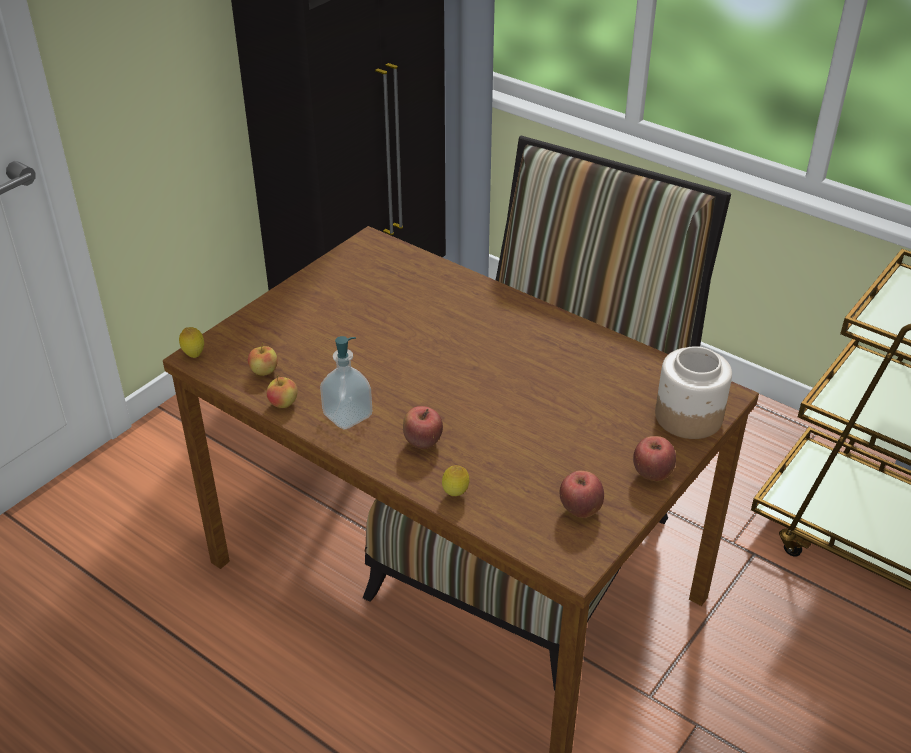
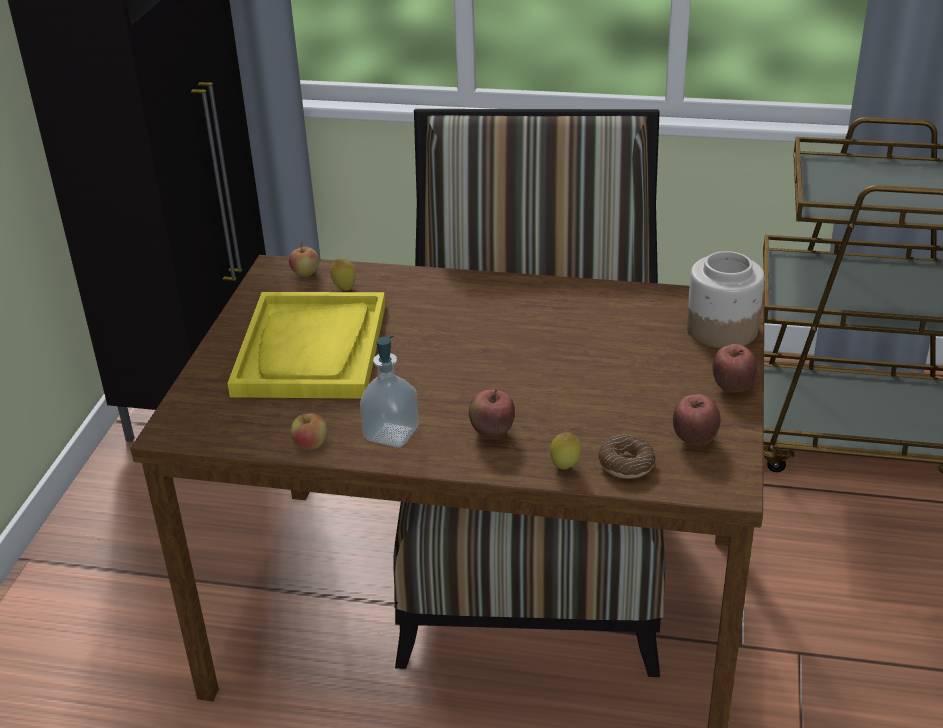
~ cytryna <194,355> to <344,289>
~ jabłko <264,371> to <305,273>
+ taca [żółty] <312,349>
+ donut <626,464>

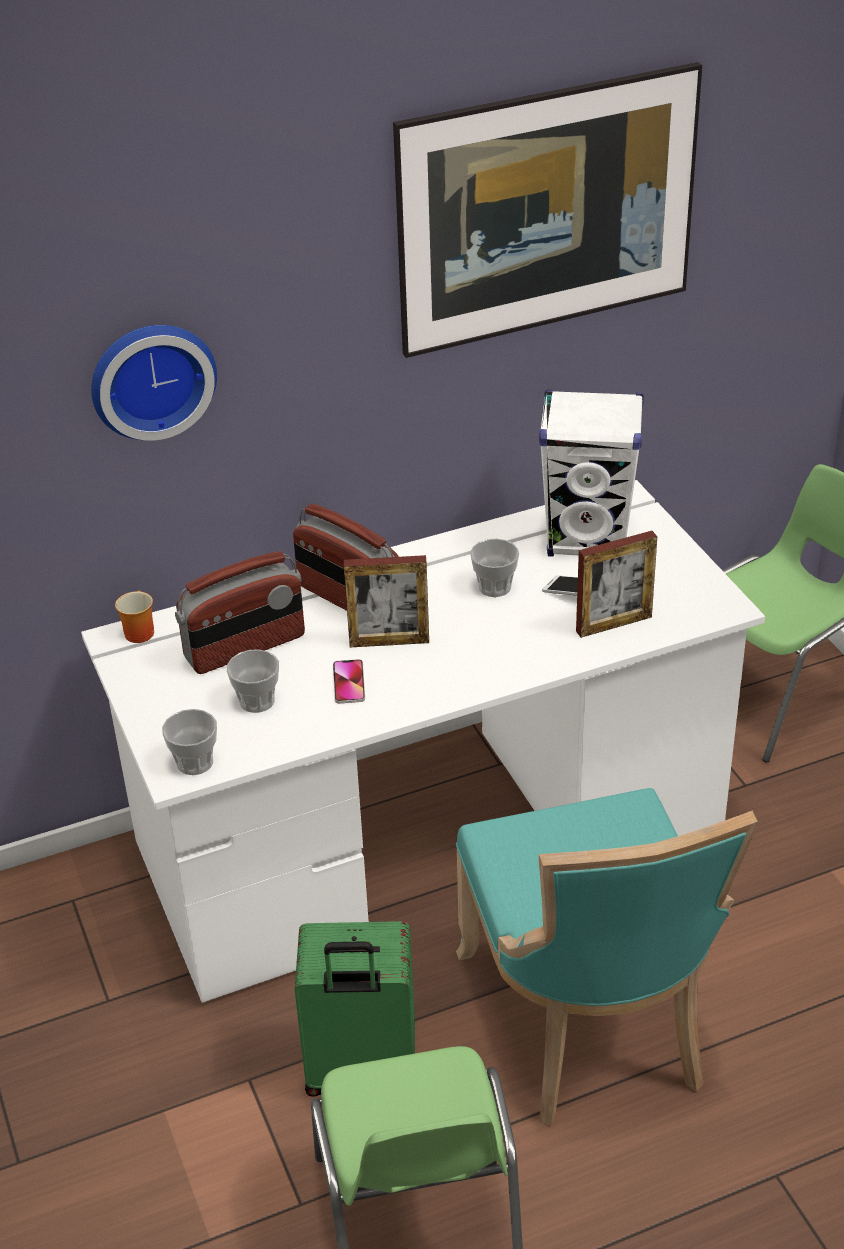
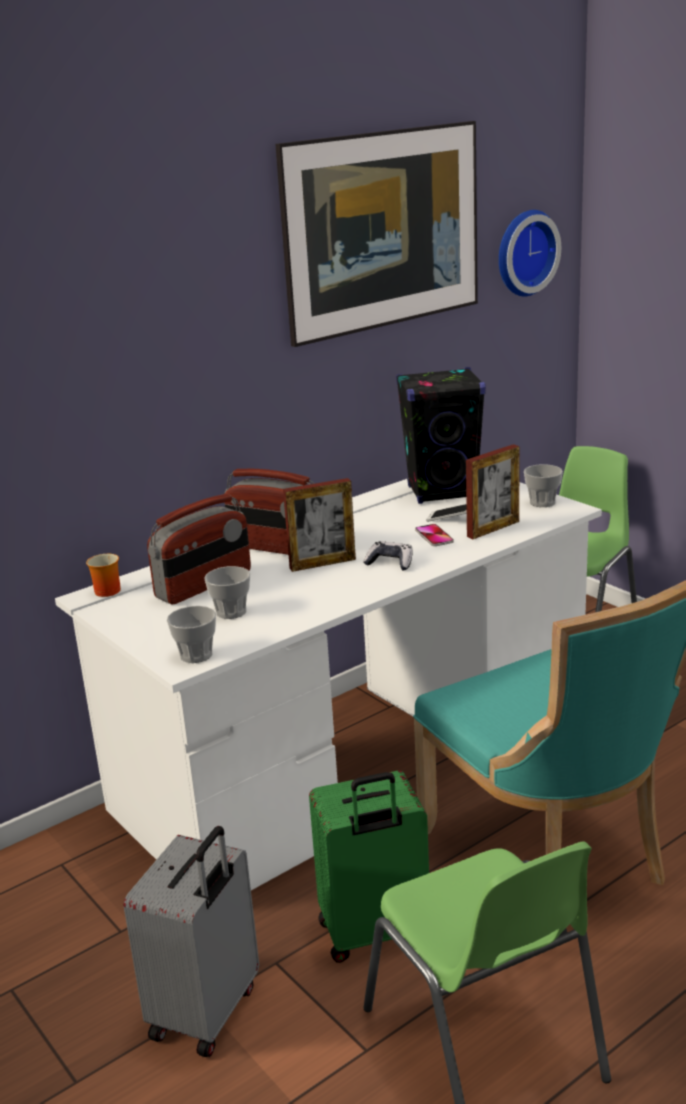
~ zegar ścienny <151,377> to <523,252>
~ głośnik [biały] <588,539> to głośnik [czarny] <442,492>
~ filiżanka <494,587> to <542,502>
~ telefon <349,682> to <434,536>
+ pad do gier <390,563>
+ walizka [szary] <207,1012>

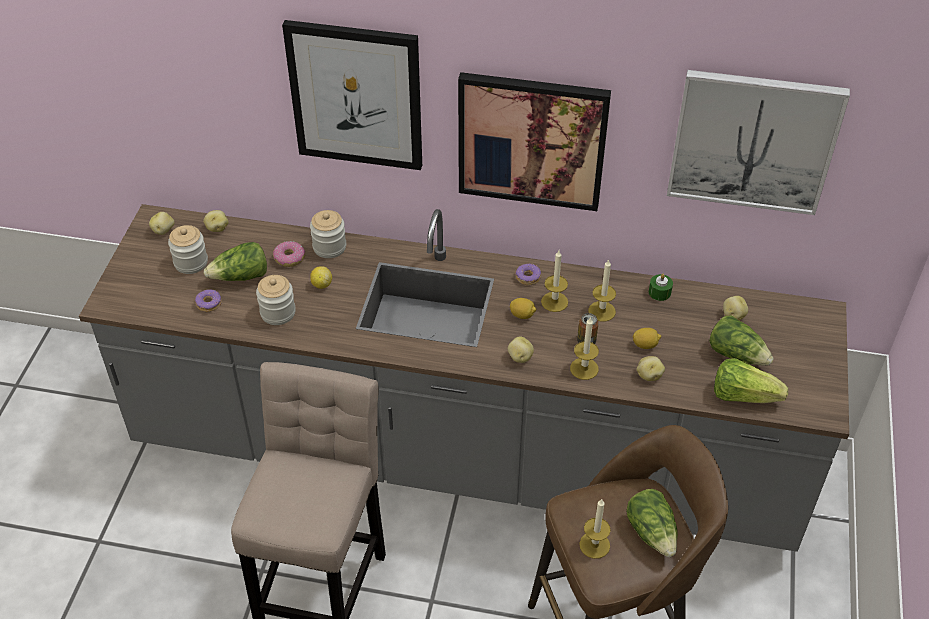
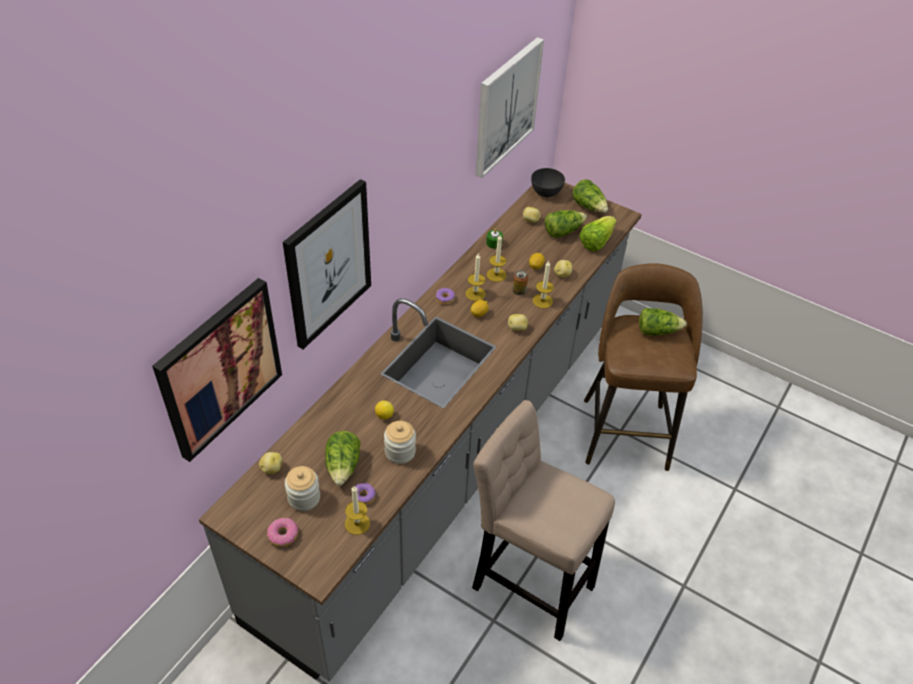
~ obraz <532,140> to <219,368>
- słoik <329,247>
- ziemniak <163,230>
~ donut <289,258> to <283,535>
~ świeca <594,545> to <357,523>
+ miska [szary] <546,192>
+ sałata <589,206>

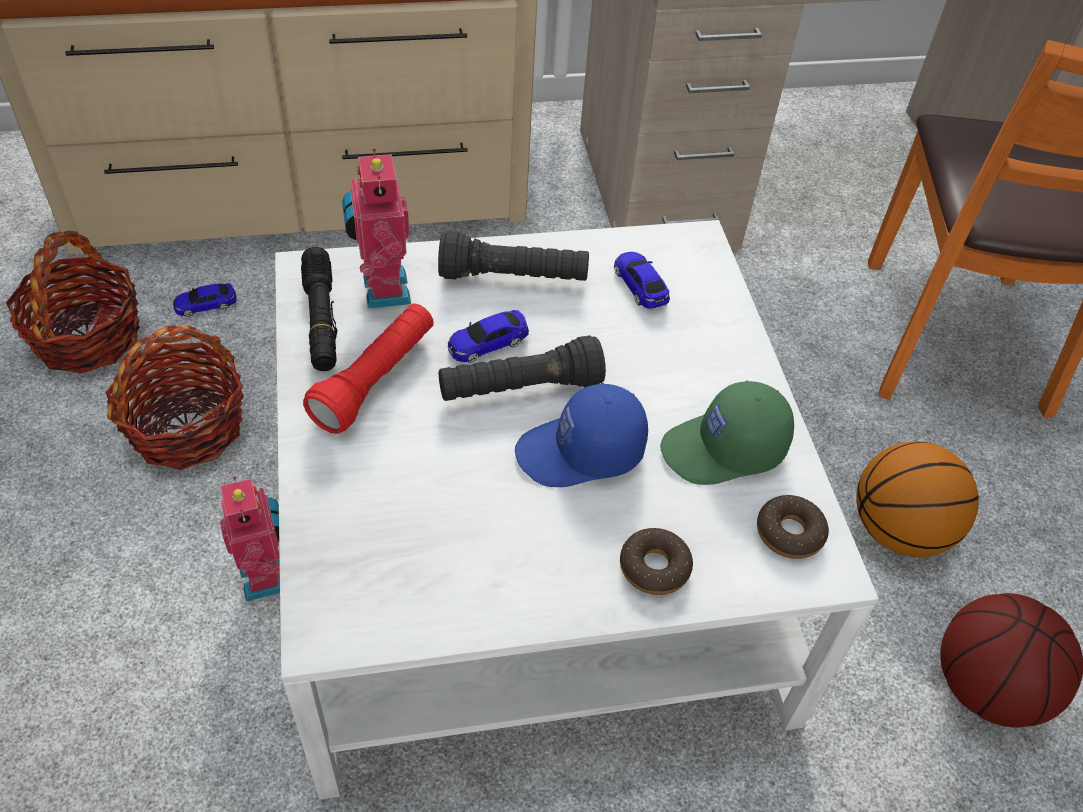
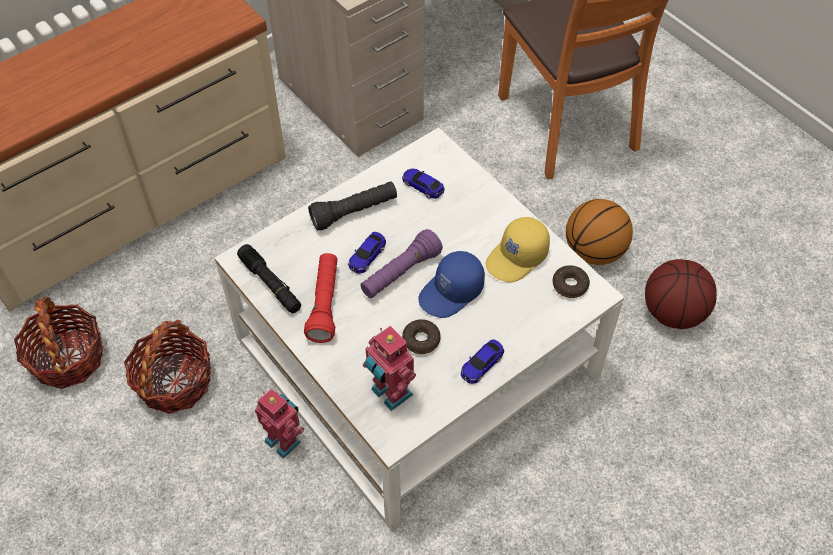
~ robot zabawkowy <382,290> to <389,393>
~ samochodzik <206,305> to <481,365>
~ latarka [czarny] <520,389> to latarka [fioletowy] <400,273>
~ czapka z daszkiem [zielony] <724,450> to czapka z daszkiem [żółty] <517,258>
~ donut <654,567> to <421,340>

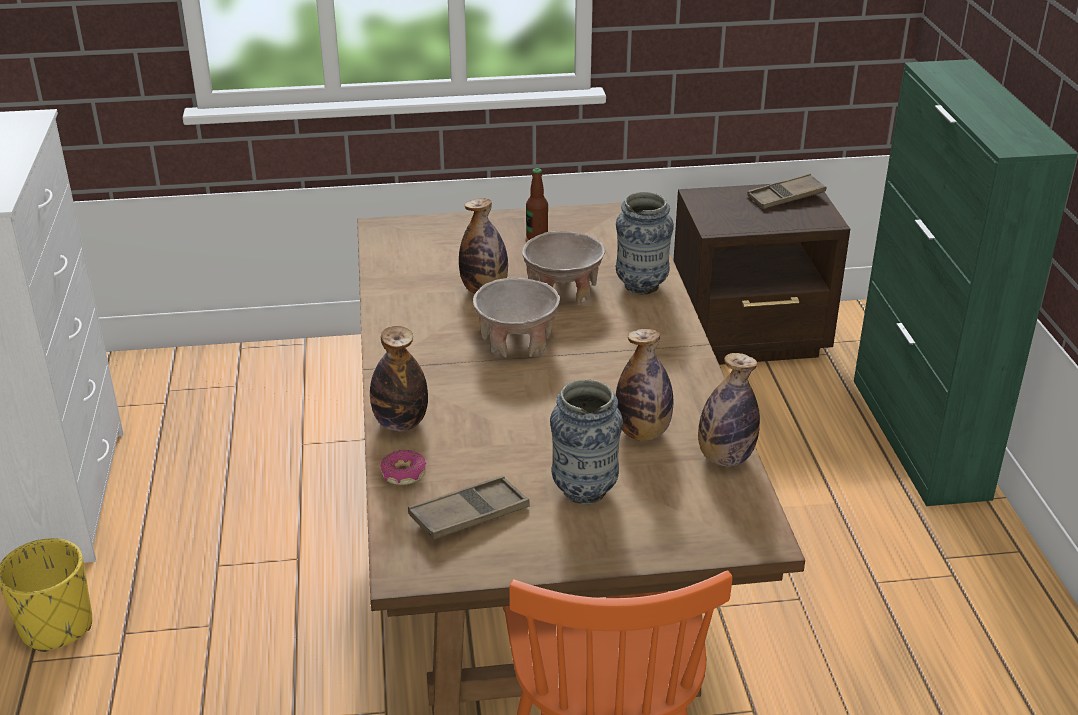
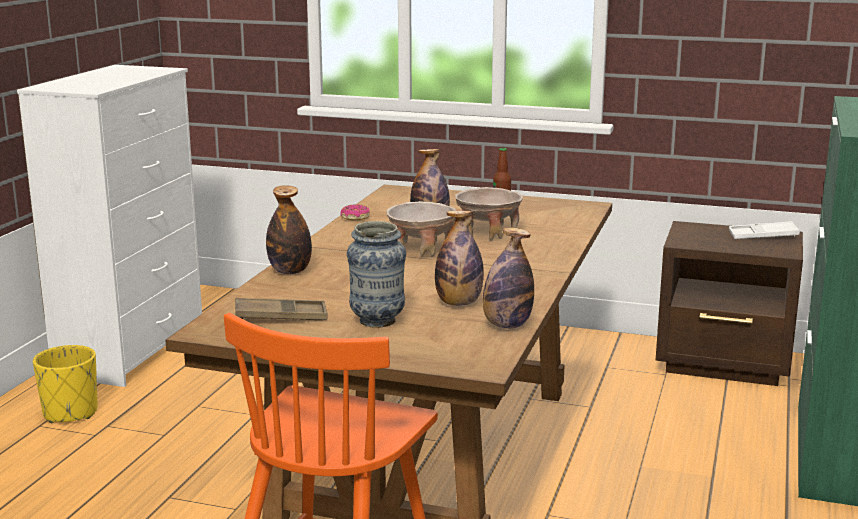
~ taca [brązowy] <786,197> to taca [biały] <763,236>
- wazon <641,286>
~ donut <403,474> to <355,218>

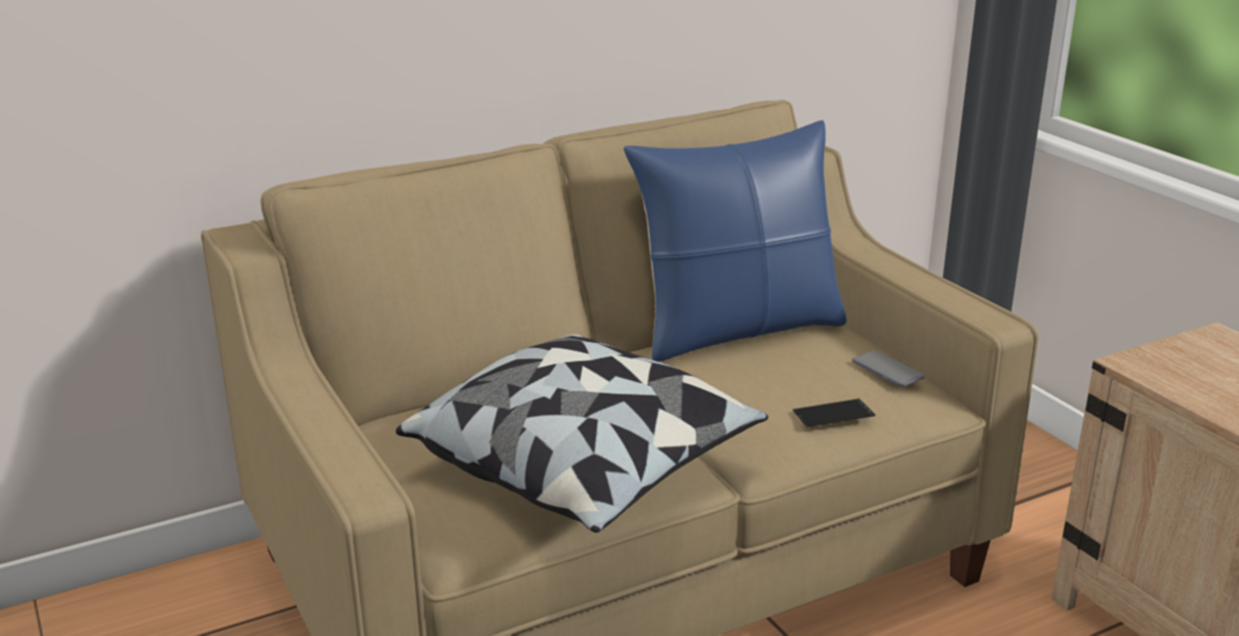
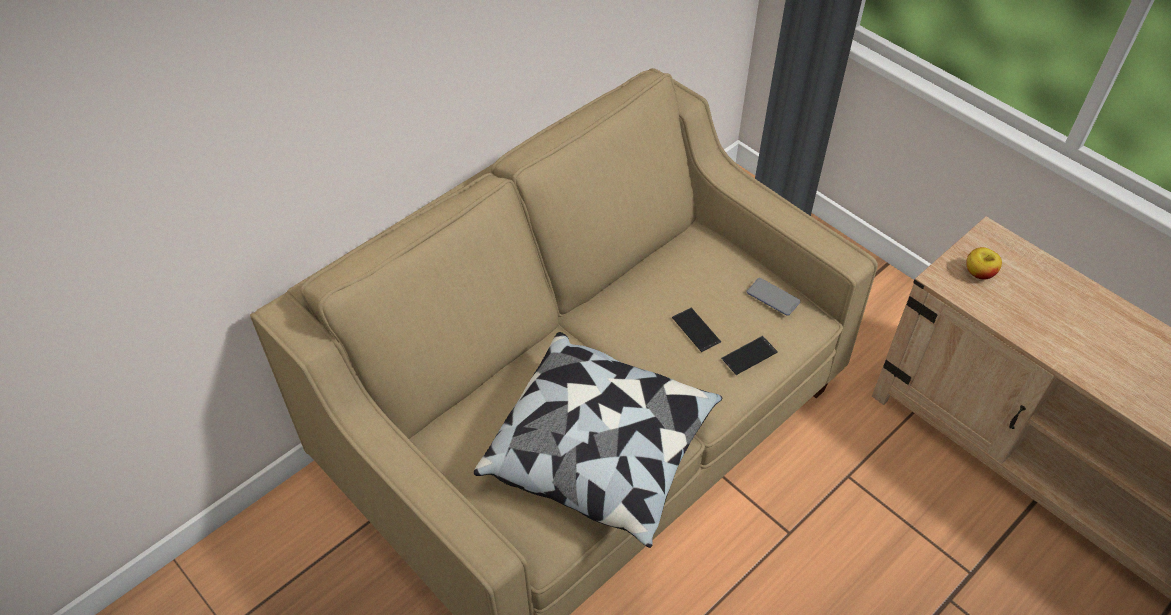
- poduszka [niebieski] <737,330>
+ jabłko <979,273>
+ telefon <696,330>

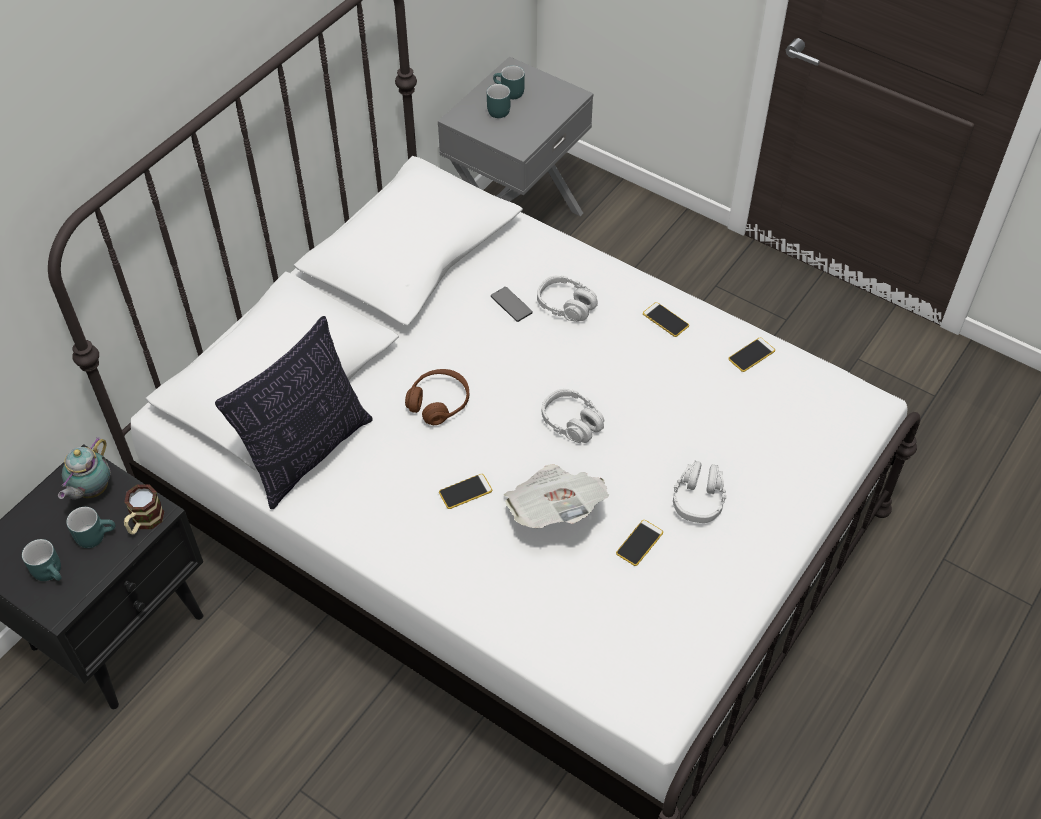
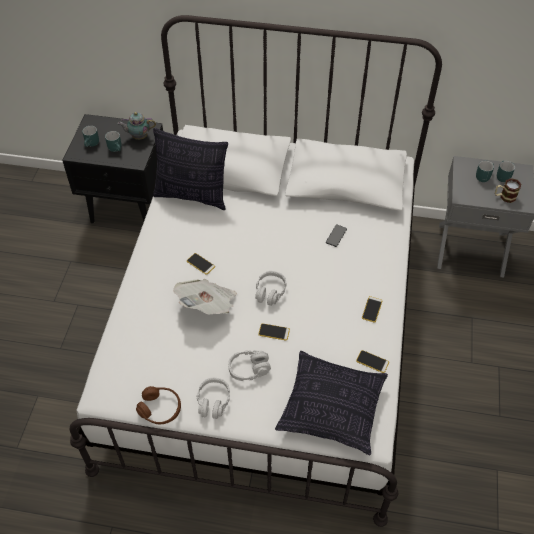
~ słuchawki [szary] <566,305> to <213,401>
~ słuchawki [brązowy] <439,403> to <160,409>
~ kubek <144,522> to <504,197>
~ telefon <639,543> to <274,332>
+ poduszka <332,409>

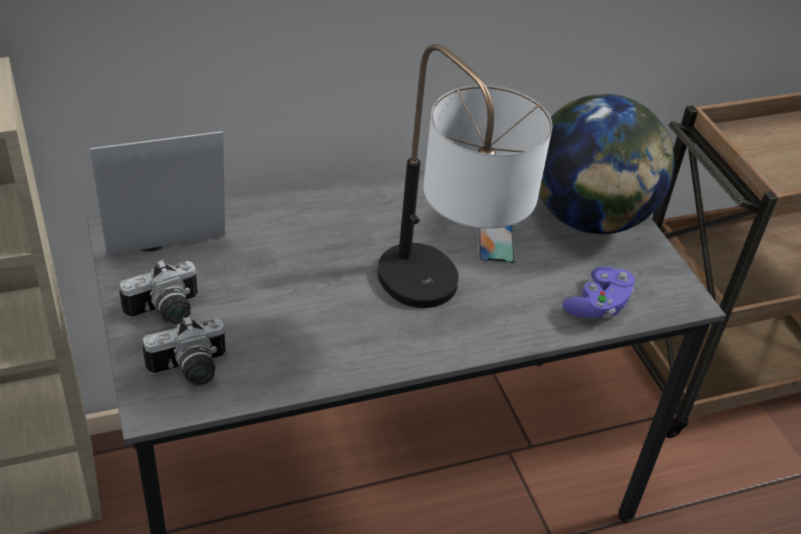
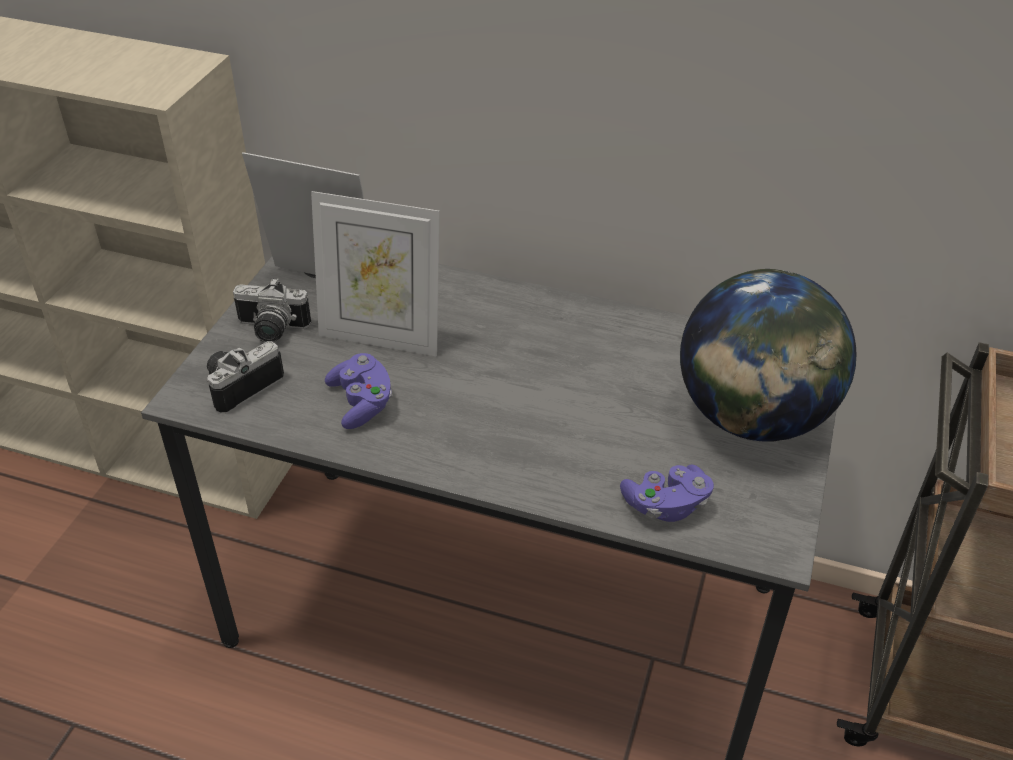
- lampa stołowa <441,305>
- telefon <495,240>
~ aparat fotograficzny <190,371> = <240,384> 120 degrees clockwise
+ ramka na zdjęcie <381,337>
+ pad do gier [fioletowy] <361,403>

